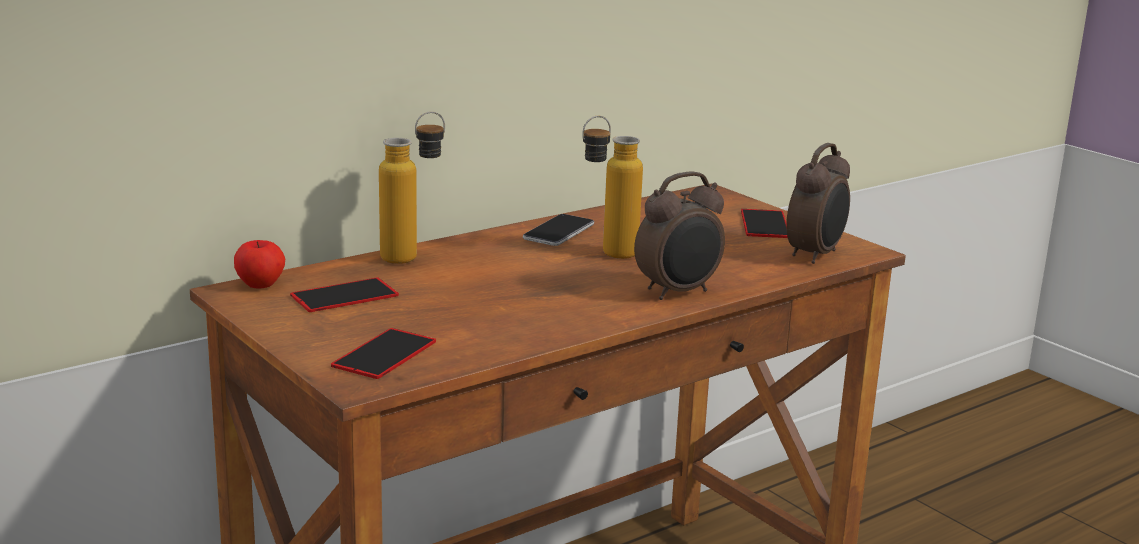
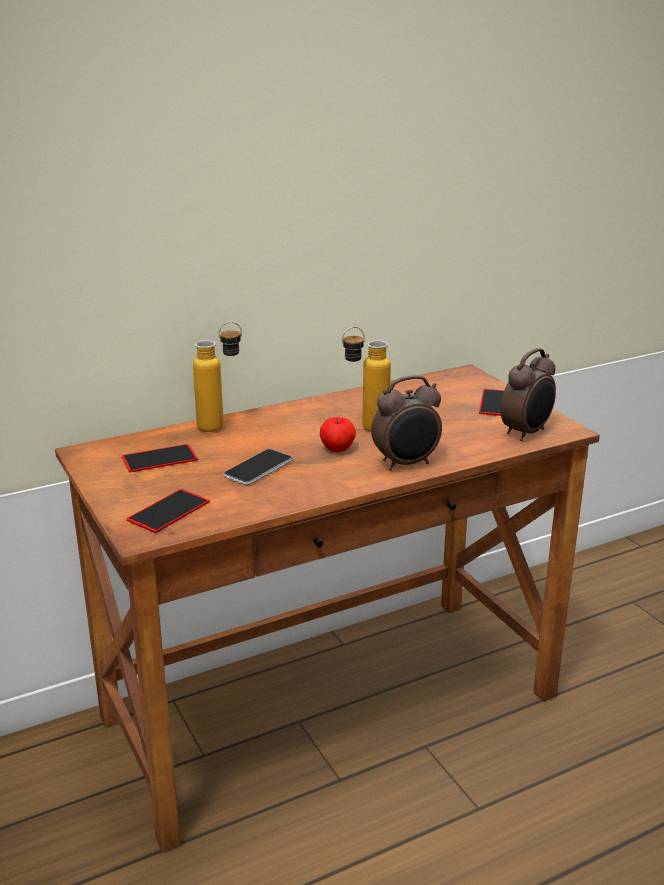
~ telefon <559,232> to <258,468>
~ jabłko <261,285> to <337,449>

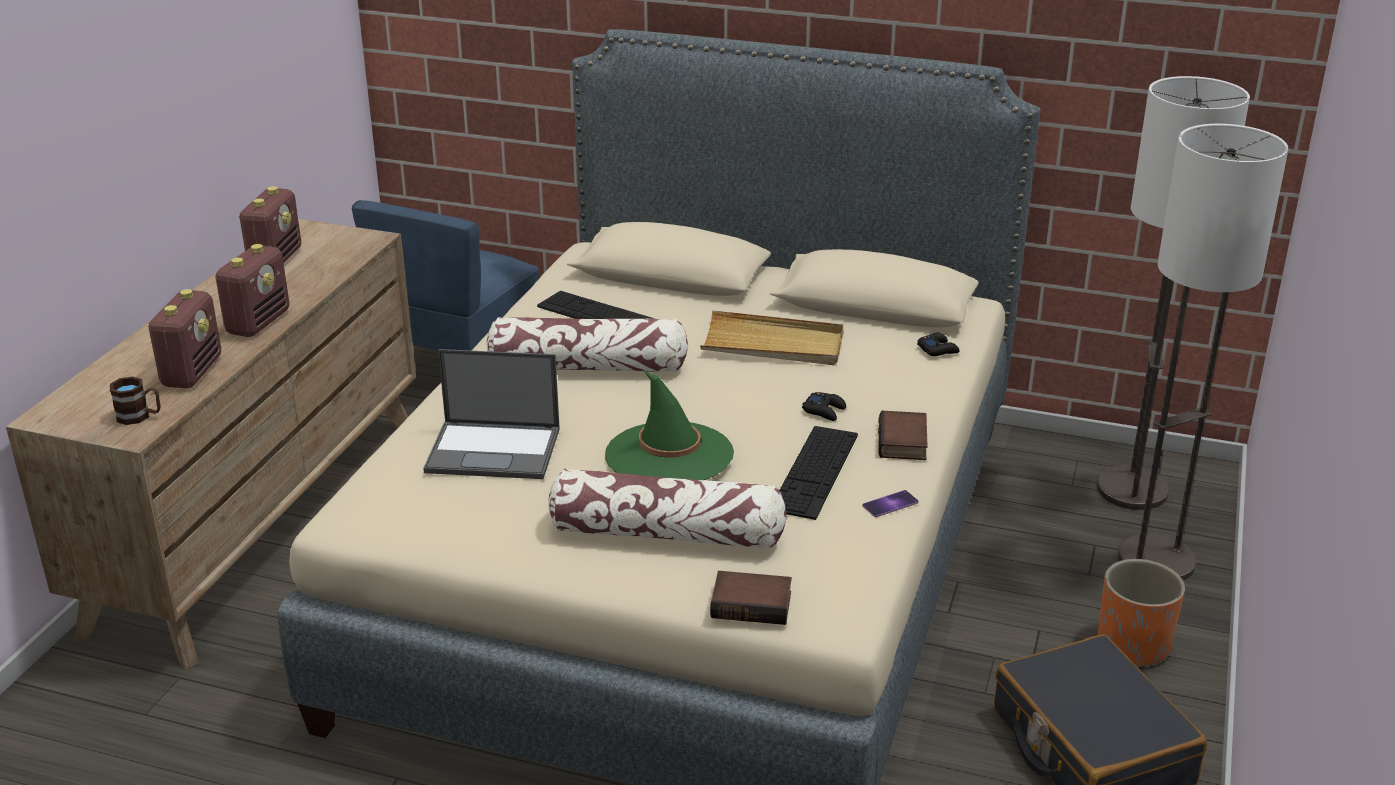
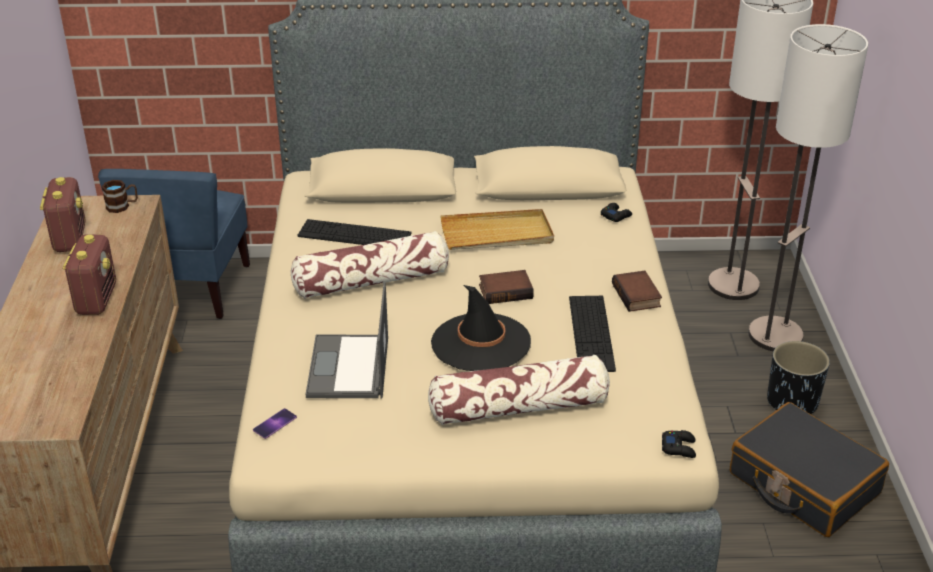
- radio <192,372>
~ laptop <495,450> = <349,368> 105 degrees clockwise
~ kapelusz [zielony] <669,455> to kapelusz [czarny] <480,343>
~ kubek [brązowy] <140,416> to <122,206>
~ pad do gier [czarny] <824,410> to <679,447>
~ telefon <890,504> to <275,423>
~ donica [pomarańczowy] <1133,645> to donica [czarny] <792,402>
~ książka <752,603> to <506,291>

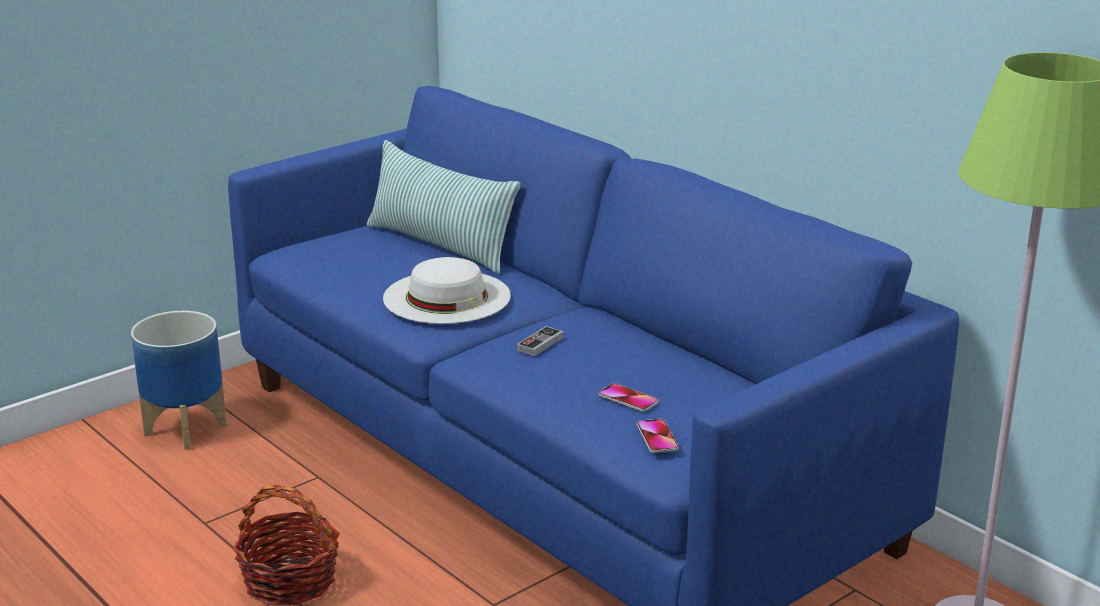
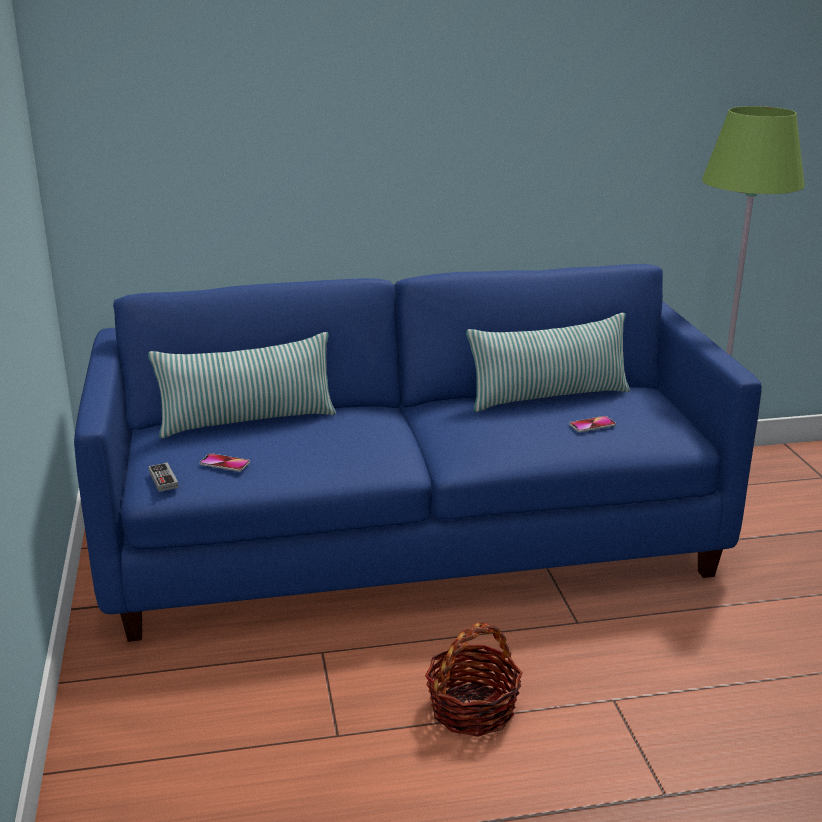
- kapelusz [biały] <447,297>
- donica <186,429>
~ pad do gier <540,344> to <163,479>
~ telefon <657,437> to <224,464>
+ poduszka <548,397>

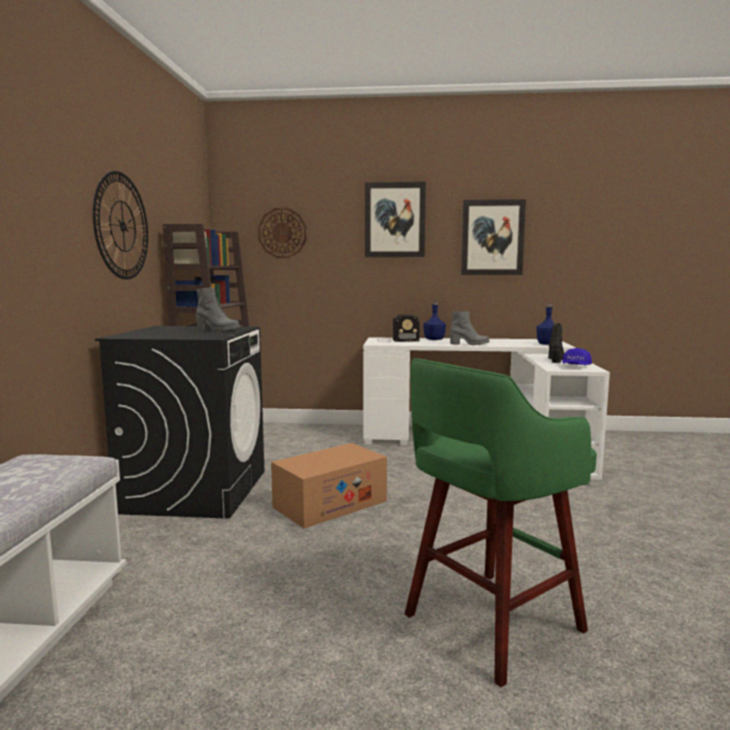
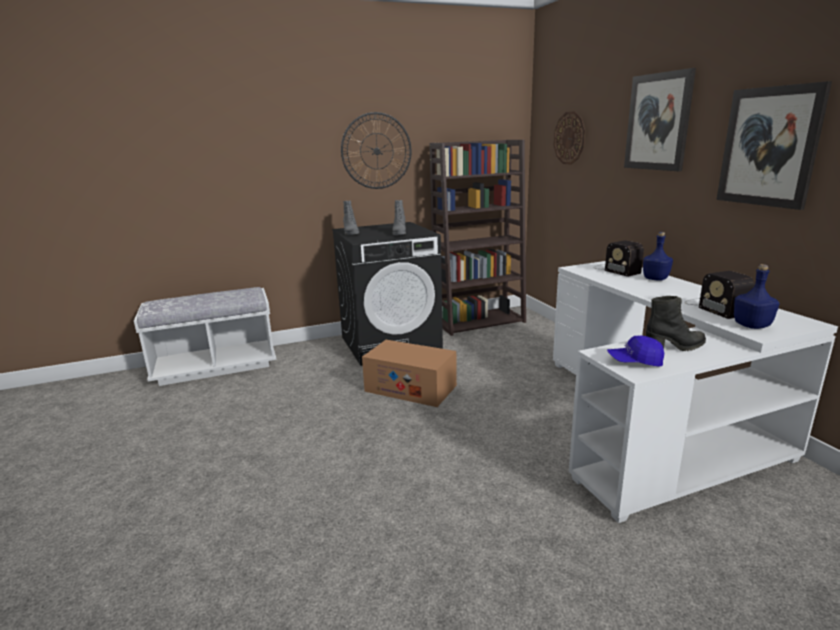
~ but z cholewką [szary] <469,344> to <350,233>
- stołek [zielony] <489,624>
+ radio <714,307>

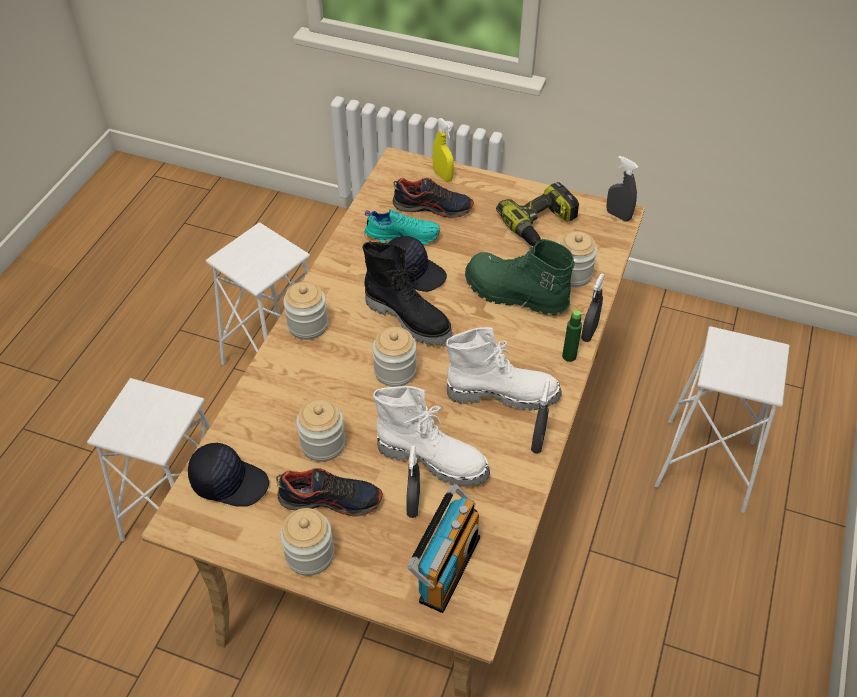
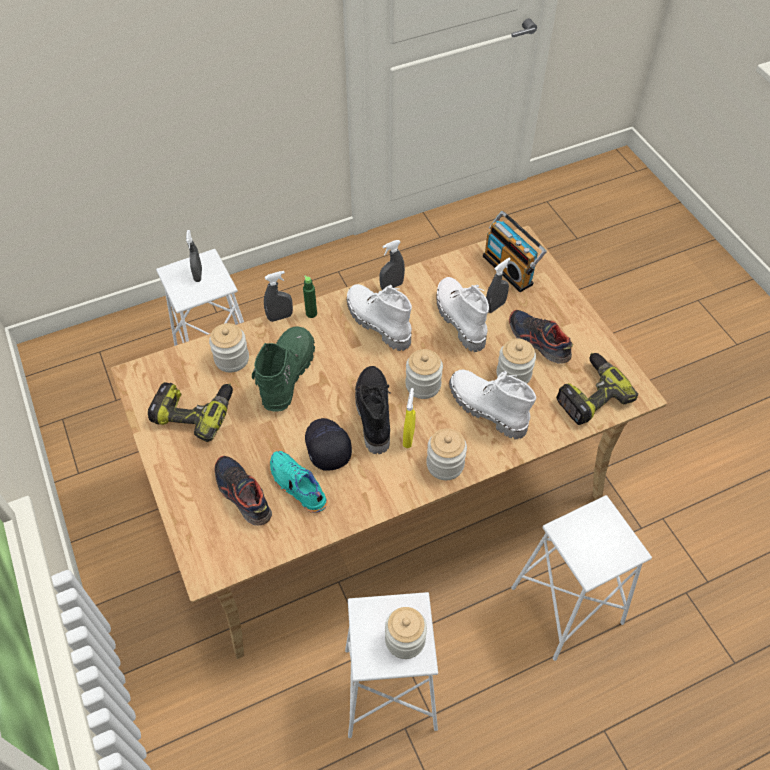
~ spryskiwacz [żółty] <442,176> to <408,437>
~ spryskiwacz [szary] <618,215> to <198,275>
~ but z cholewką [zielony] <515,295> = <286,375> 150 degrees counterclockwise
~ czapka z daszkiem [czarny] <230,481> to wiertarka <590,394>
~ radio <445,567> = <510,269> 105 degrees counterclockwise
~ słoik <310,554> to <405,640>
+ but z cholewką [biały] <485,409>

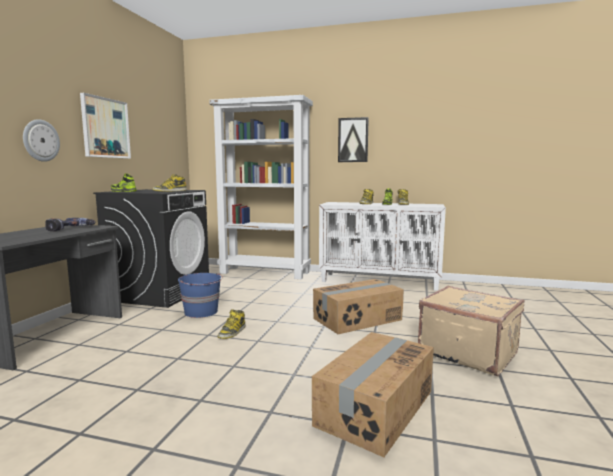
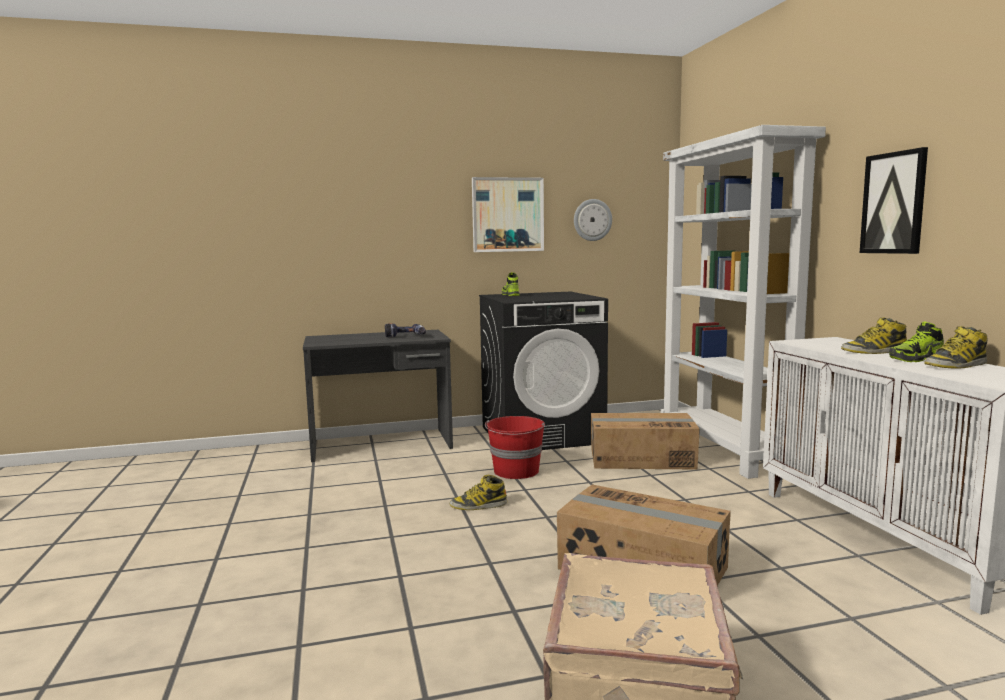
~ zegar ścienny <40,140> to <592,220>
- but z cholewką <170,191>
~ wiadro [niebieski] <201,312> to wiadro [czerwony] <516,471>
~ karton <374,407> to <641,459>

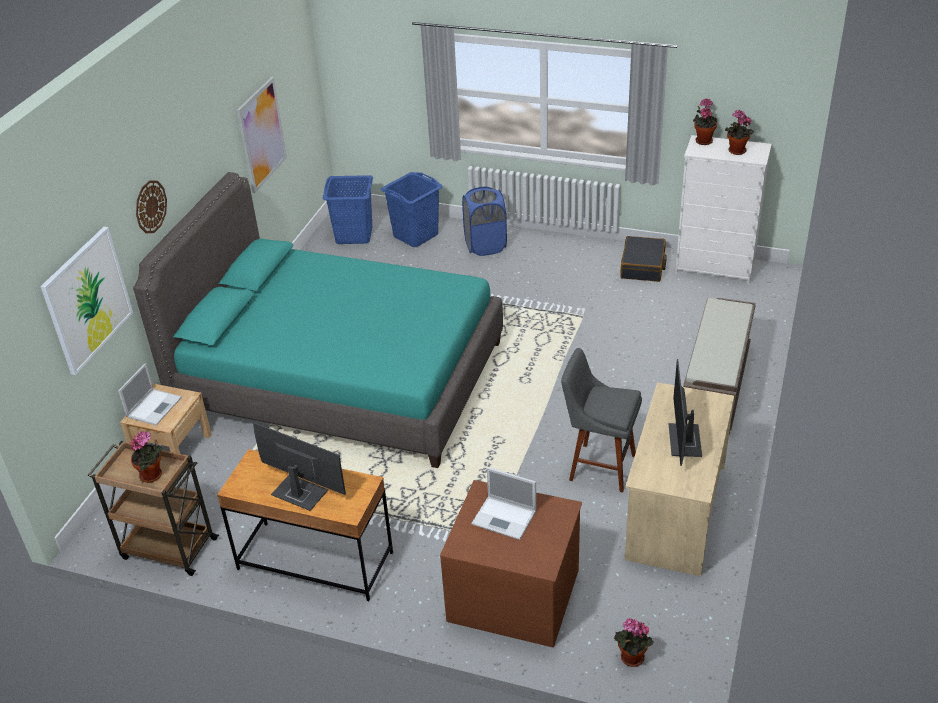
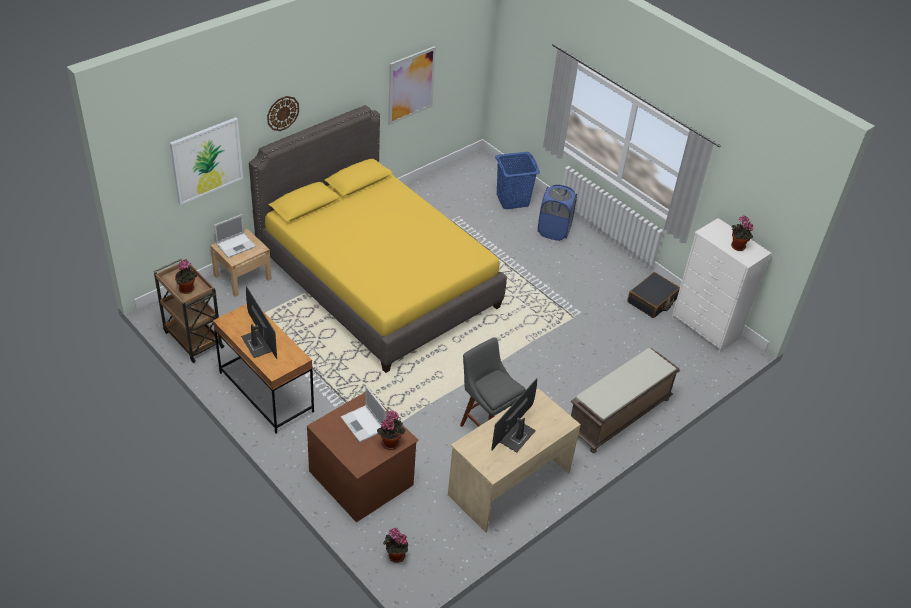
~ roślina doniczkowa <703,140> to <390,442>
~ łóżko [turkusowy] <341,378> to łóżko [żółty] <377,281>
- kosz na pranie [niebieski] <354,235>

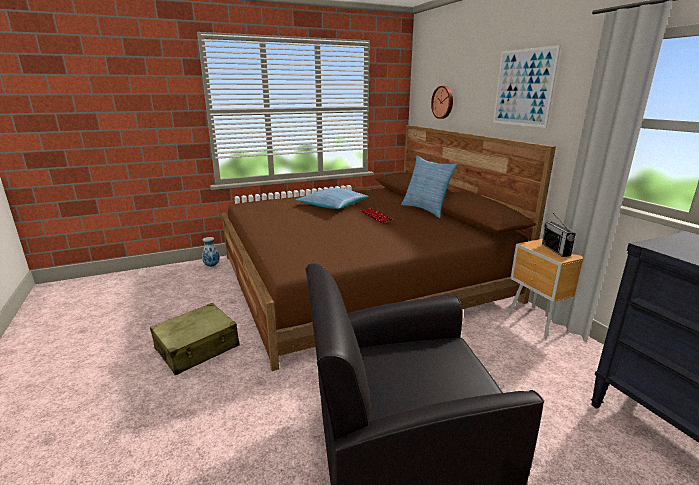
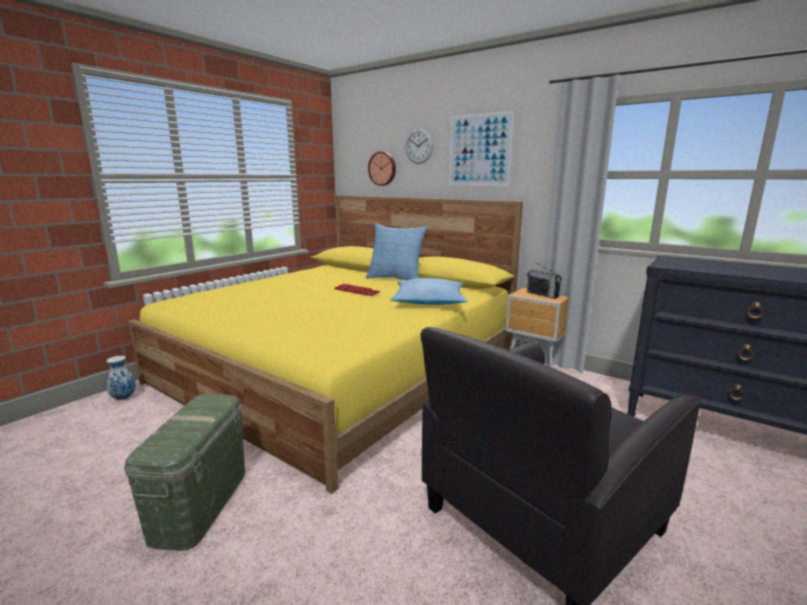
~ łóżko [brązowy] <360,277> to łóżko [żółty] <341,367>
~ poduszka <332,205> to <429,301>
~ walizka [beżowy] <197,348> to pojemnik do przechowywania [zielony] <200,503>
+ zegar ścienny <419,146>

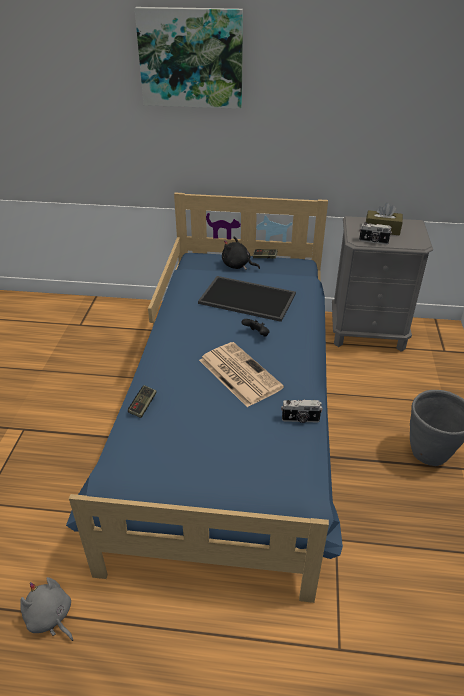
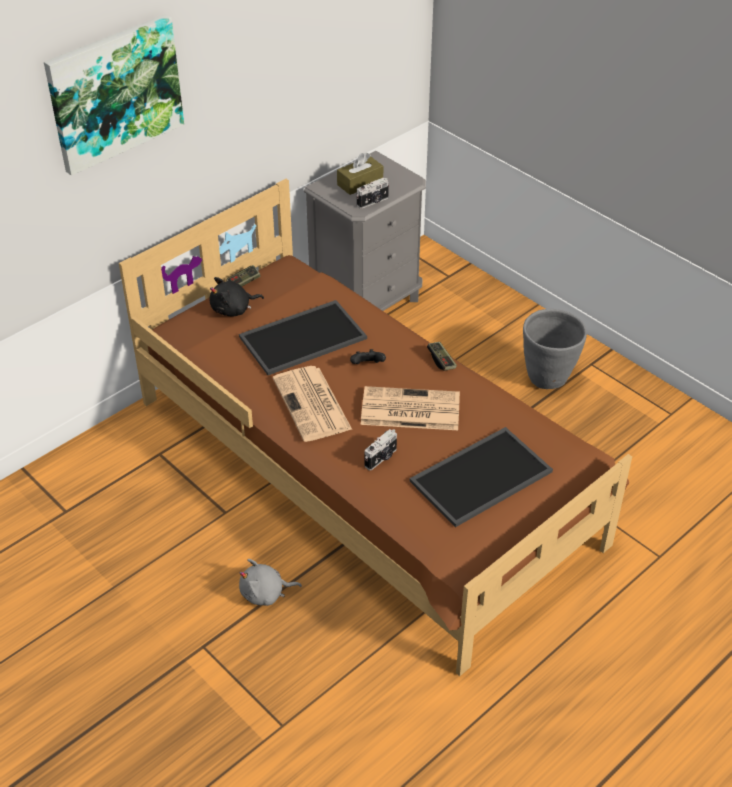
~ łóżko [niebieski] <232,415> to łóżko [brązowy] <368,470>
~ pad do gier <143,405> to <441,360>
~ aparat fotograficzny <300,419> to <381,458>
~ pluszak [szary] <50,618> to <265,593>
+ gazeta <313,405>
+ taca <481,474>

